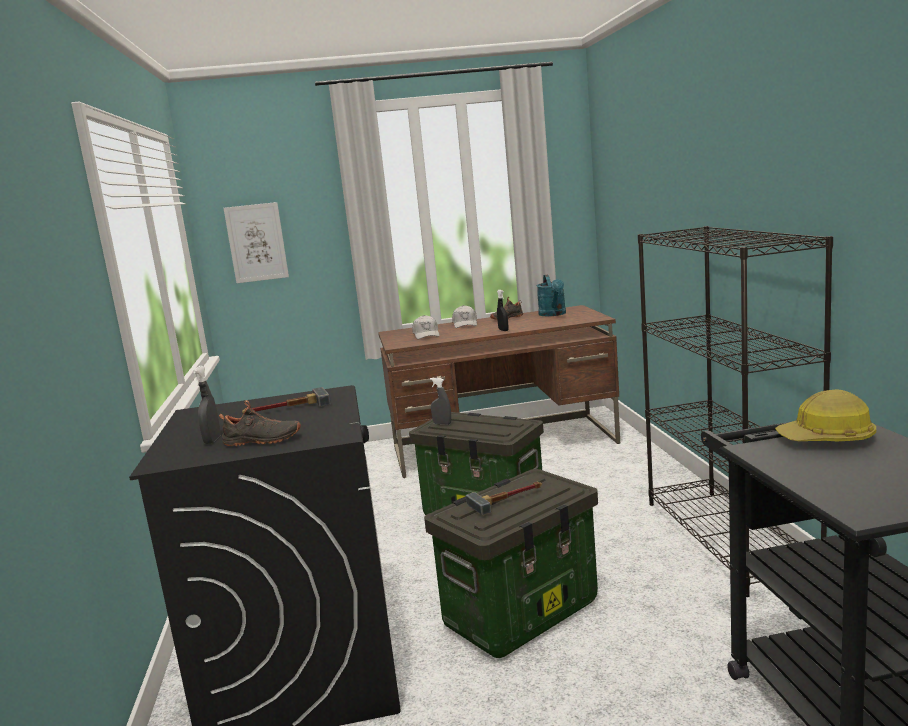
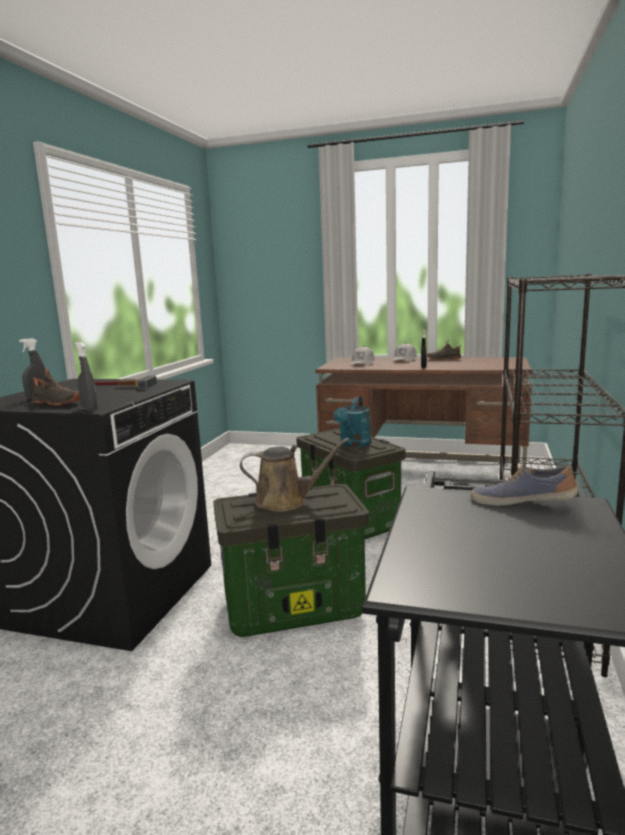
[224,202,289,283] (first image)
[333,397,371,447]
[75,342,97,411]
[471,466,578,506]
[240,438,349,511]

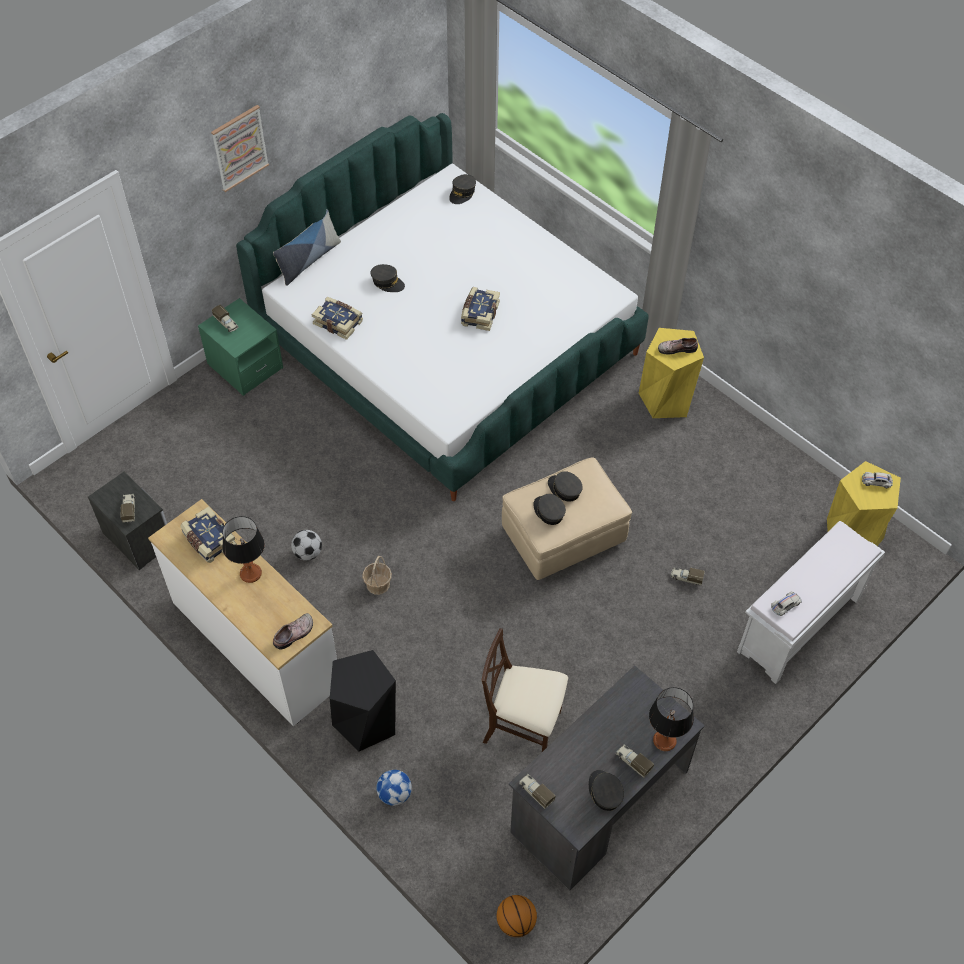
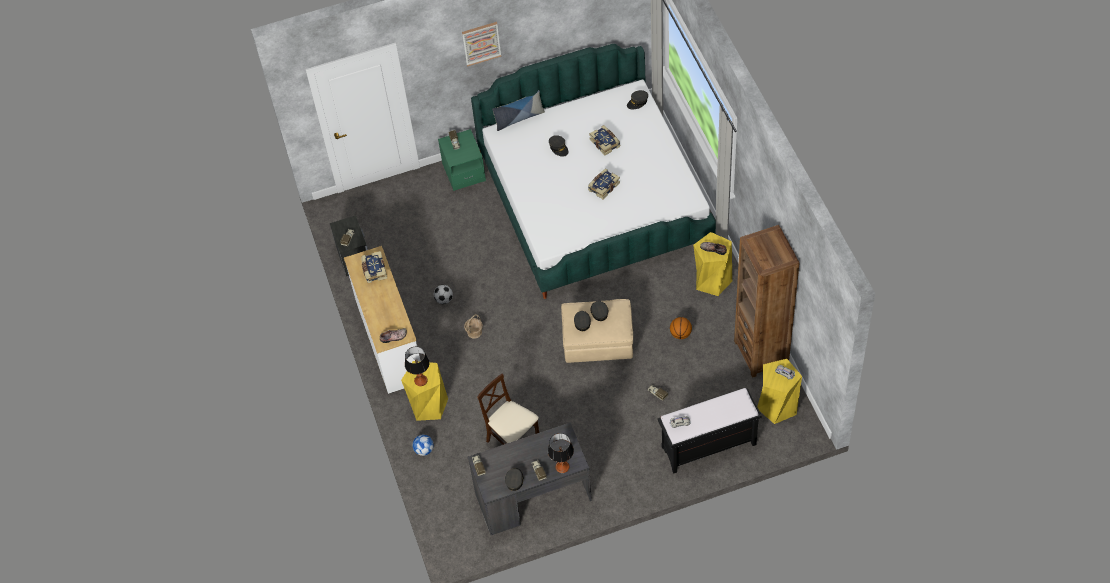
[589,125,620,155]
[405,347,429,386]
[658,388,762,474]
[401,361,448,421]
[670,317,692,339]
[734,225,800,378]

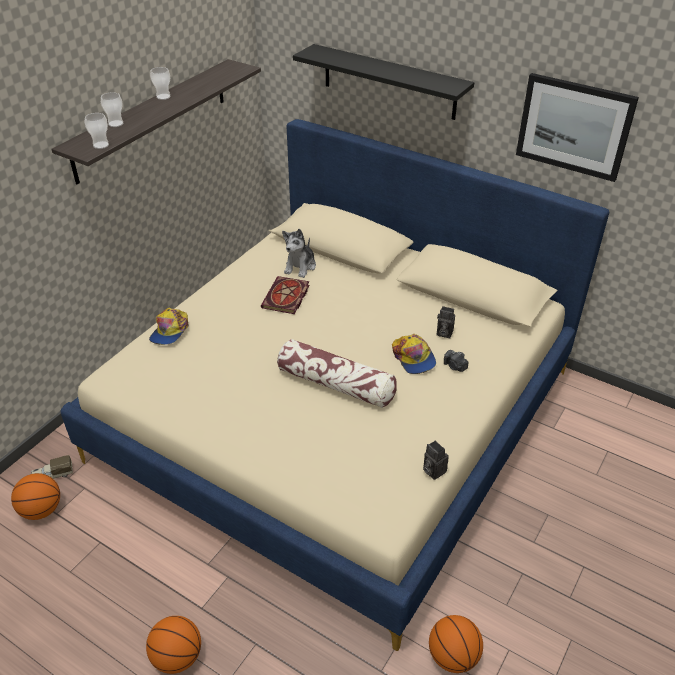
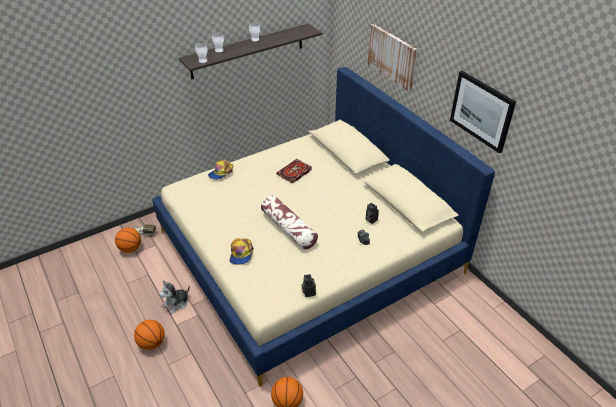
[368,24,417,92]
[159,280,190,314]
[230,238,254,264]

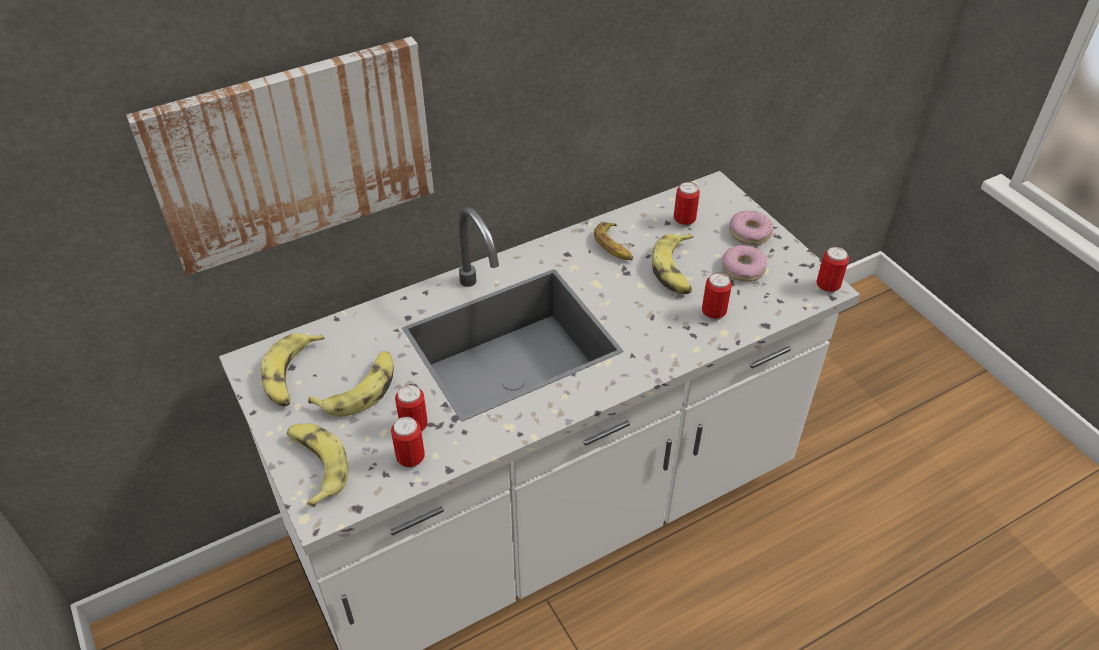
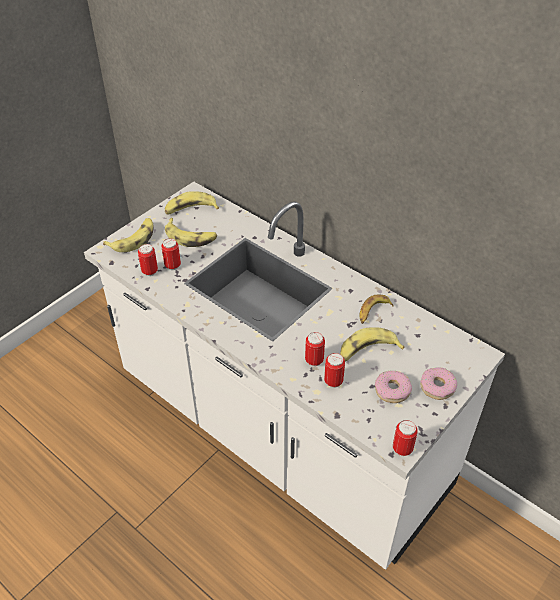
[126,37,434,276] (first image)
[305,332,325,366]

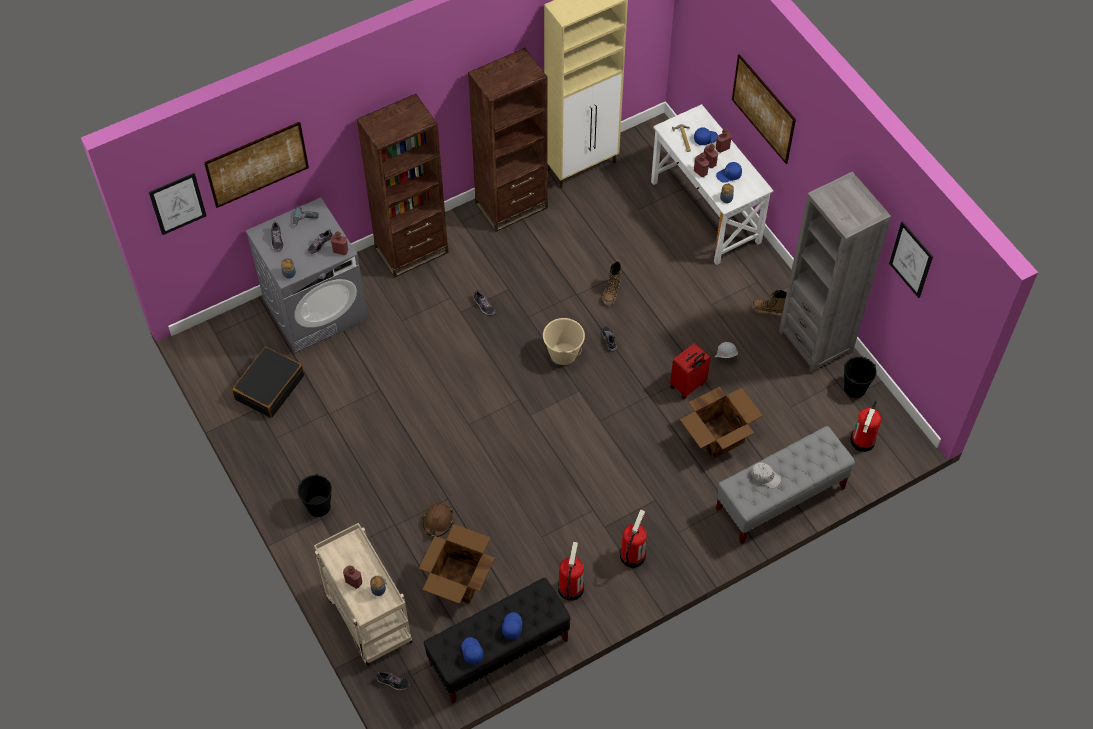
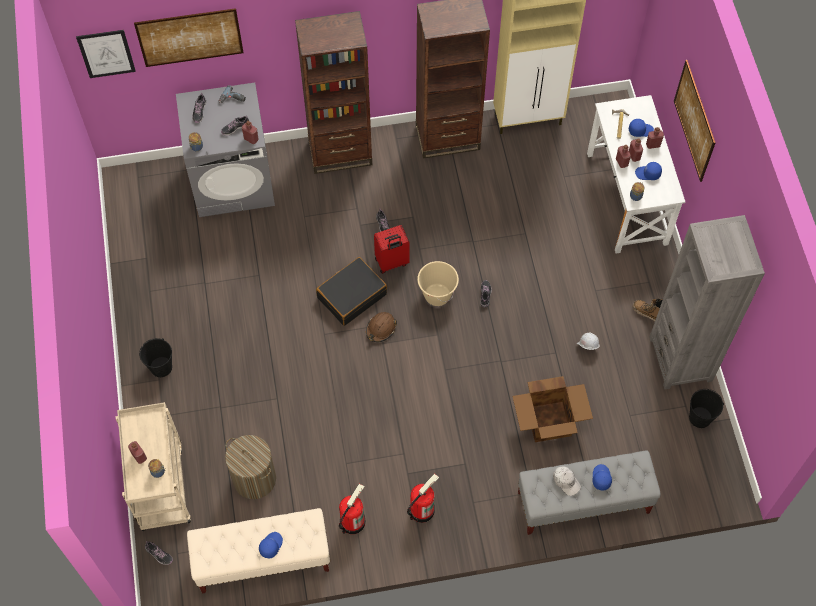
[889,221,933,298] (first image)
[602,260,621,306] (first image)
[374,225,410,274]
[316,257,387,326]
[850,401,881,452] (first image)
[366,312,397,342]
[225,435,276,499]
[187,508,331,594]
[593,464,612,490]

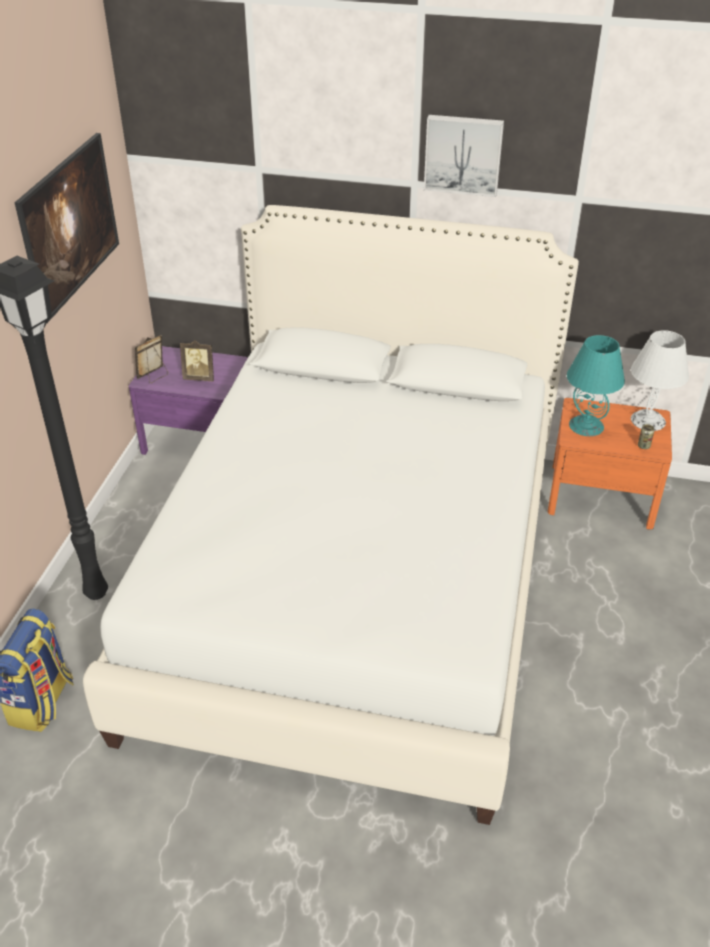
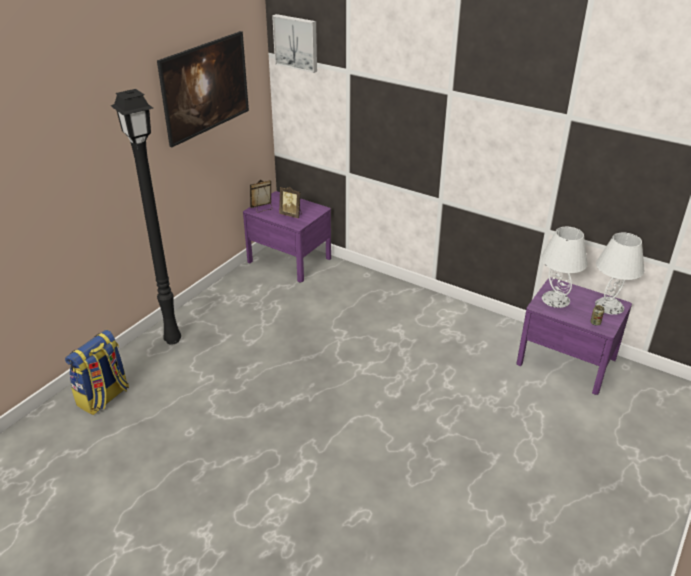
[272,14,317,73]
[83,205,579,825] (first image)
[541,227,588,308]
[517,277,632,395]

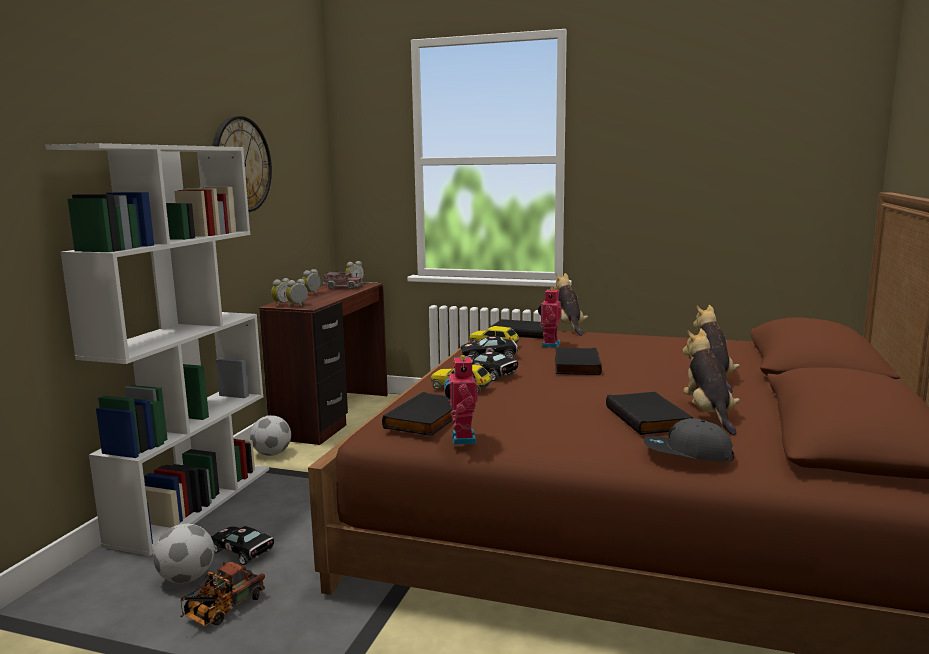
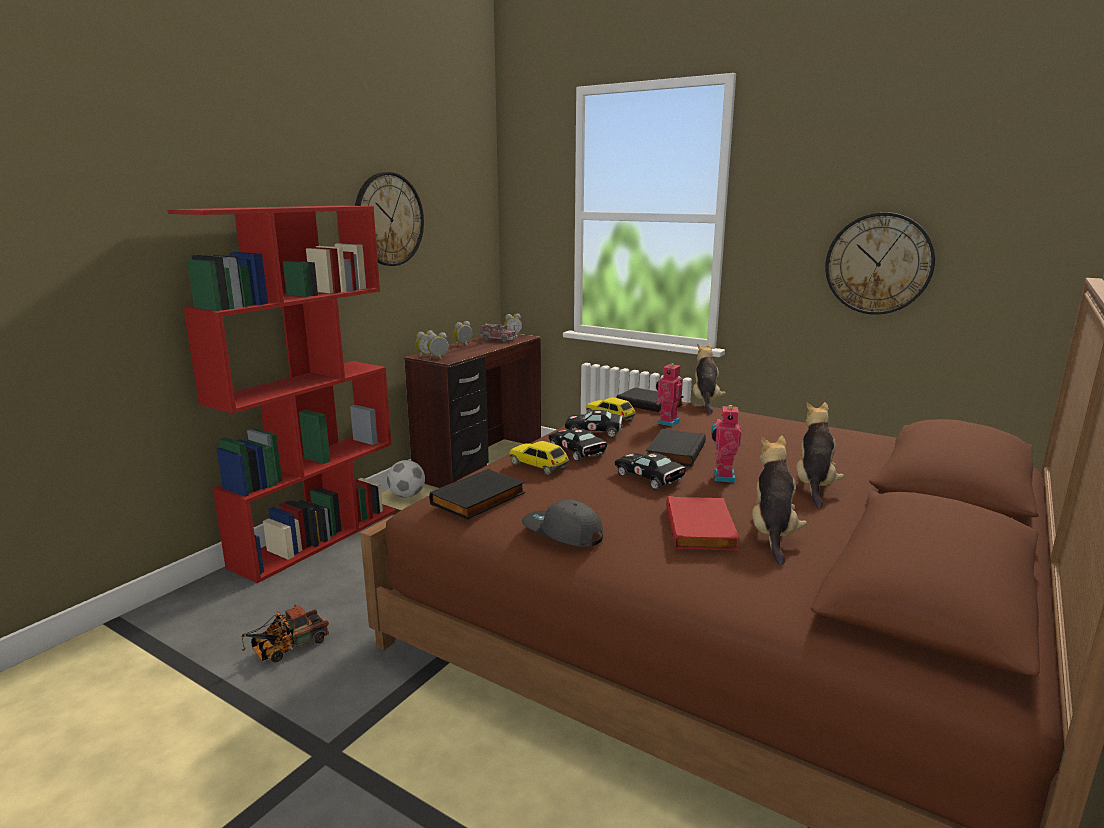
[167,206,397,583]
[711,403,741,483]
[666,496,739,551]
[522,500,603,547]
[153,524,214,583] (first image)
[615,452,686,490]
[825,212,935,315]

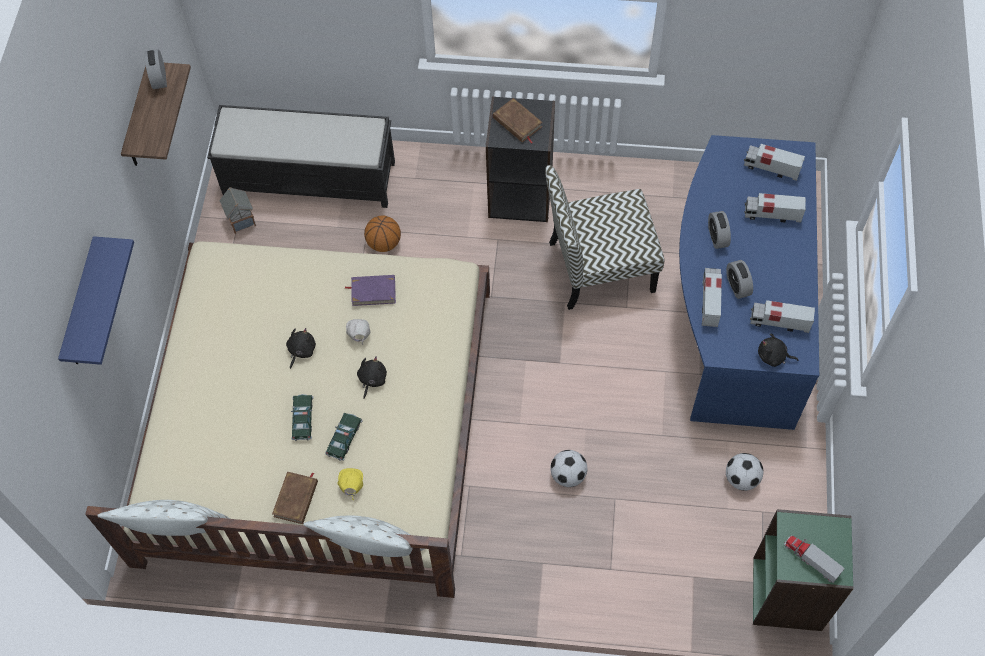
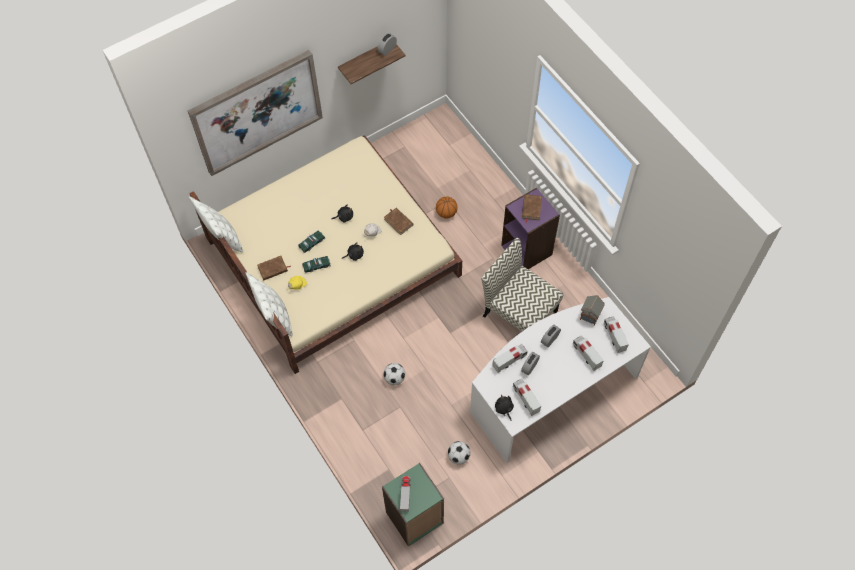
[501,188,560,269]
[207,105,395,208] (first image)
[470,297,651,463]
[580,295,605,326]
[188,50,323,176]
[384,208,413,235]

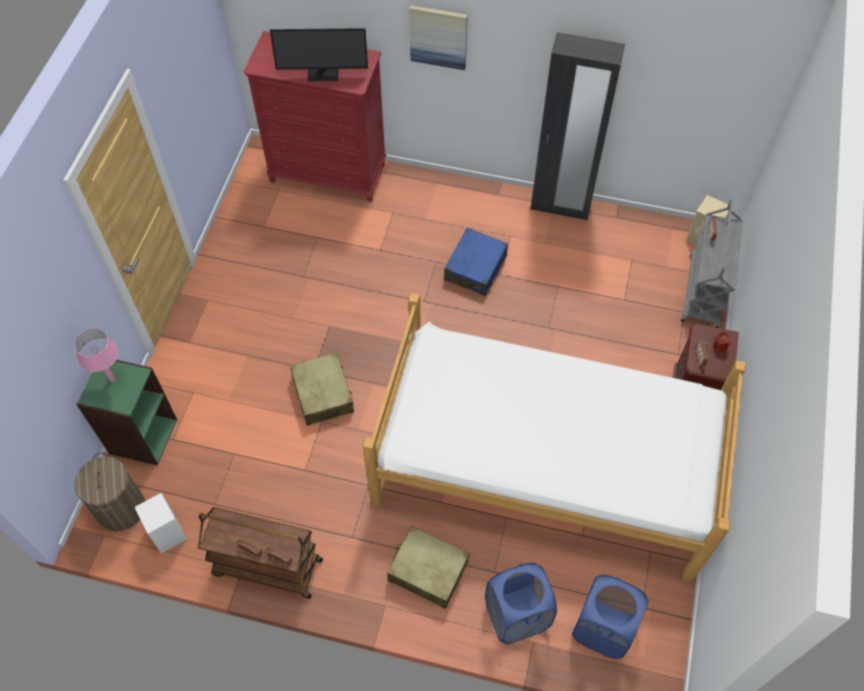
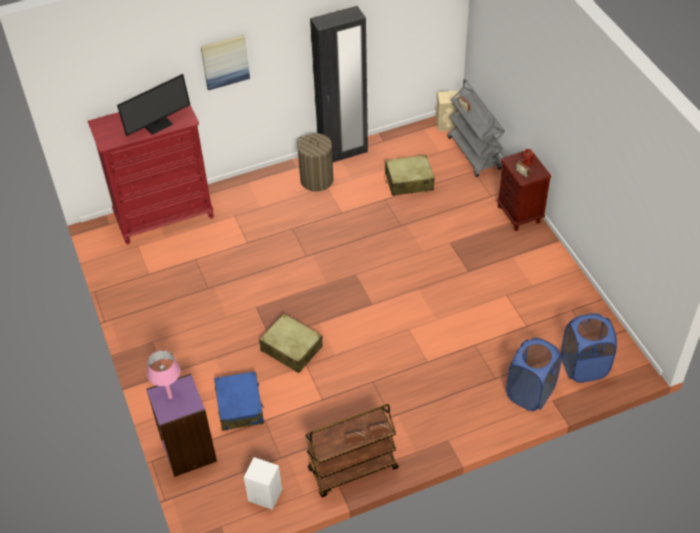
[214,371,264,431]
[363,293,746,582] (first image)
[146,374,217,477]
[297,133,333,192]
[384,155,435,196]

